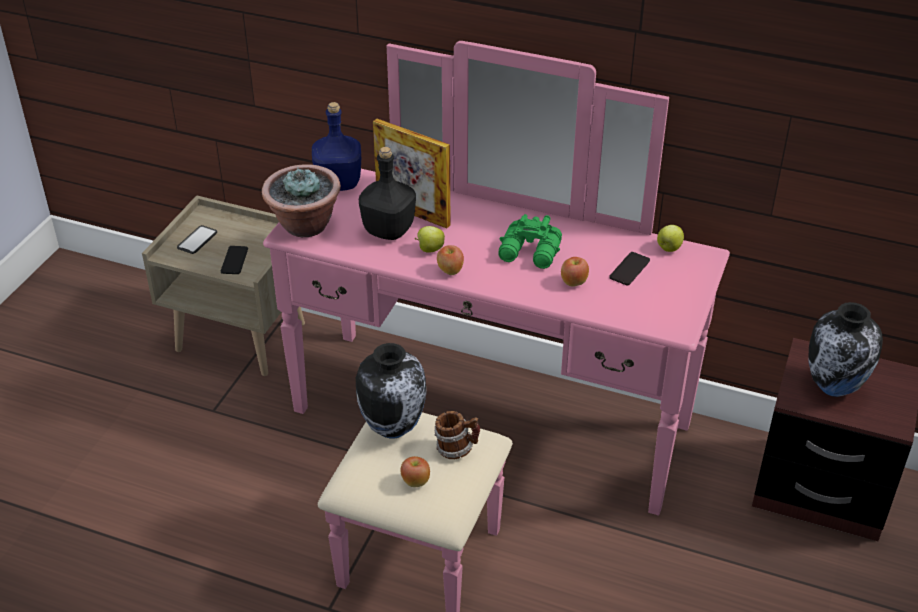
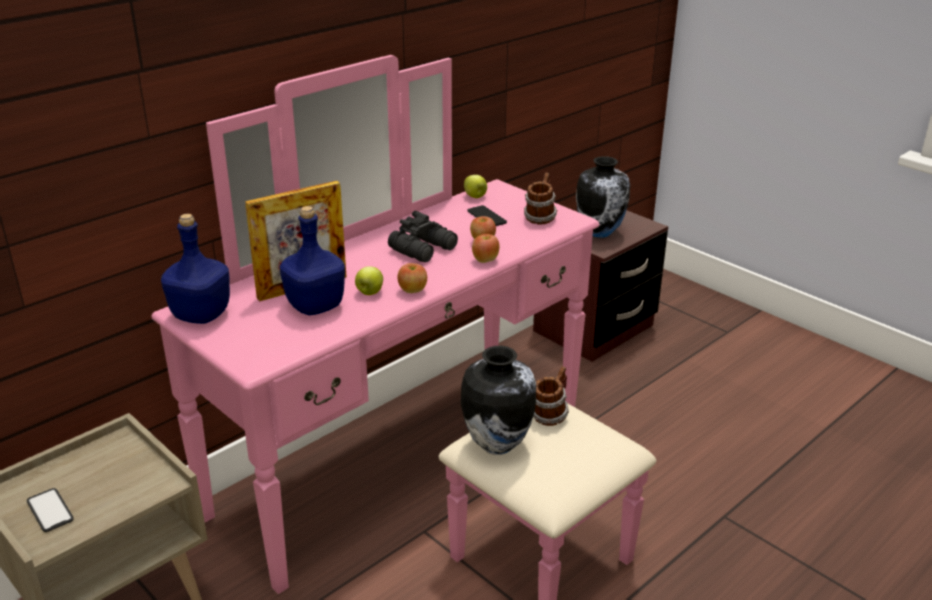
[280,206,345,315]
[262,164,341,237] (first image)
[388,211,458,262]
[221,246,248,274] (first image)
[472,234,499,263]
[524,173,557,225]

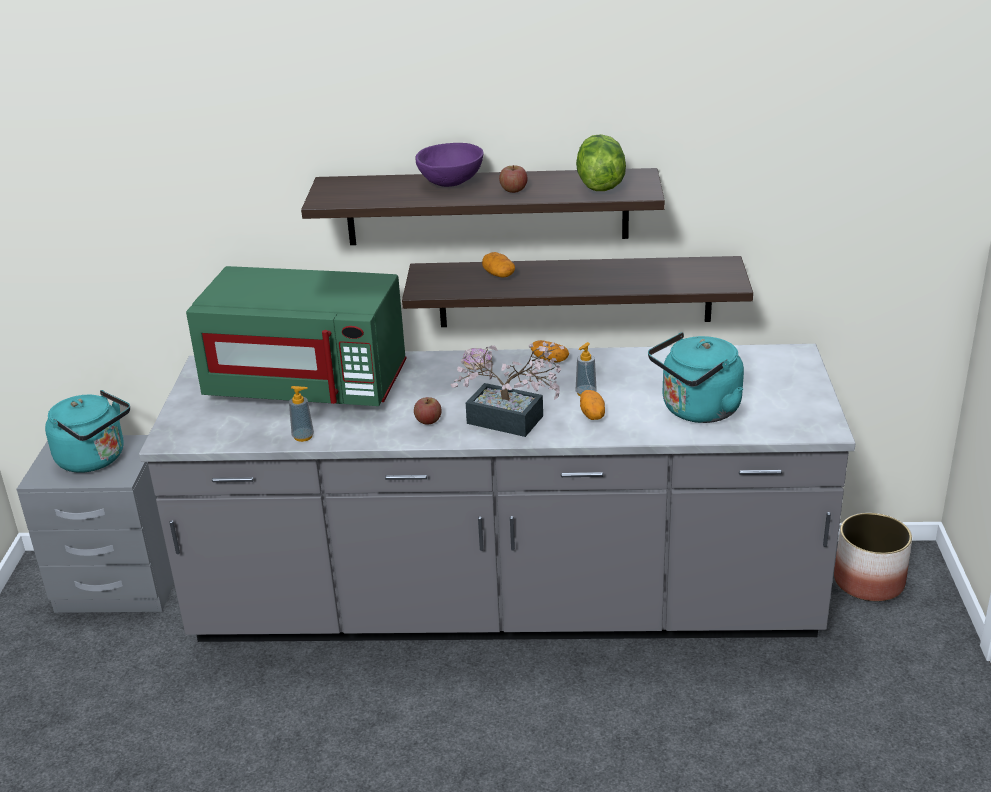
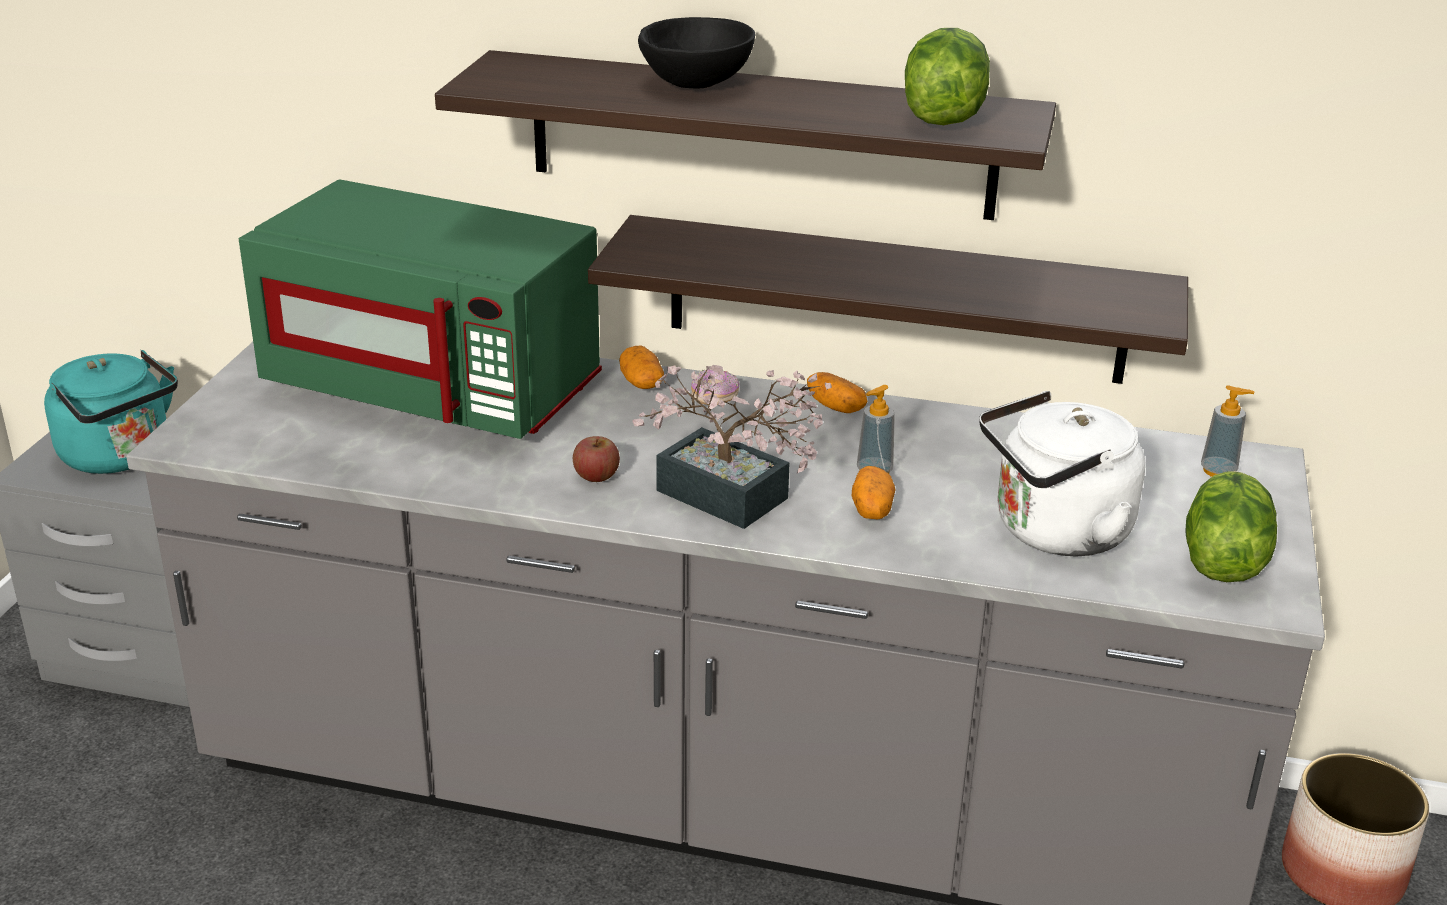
[638,17,755,88]
[499,165,528,193] (first image)
[619,346,664,389]
[979,391,1145,556]
[1201,385,1254,477]
[1185,471,1277,582]

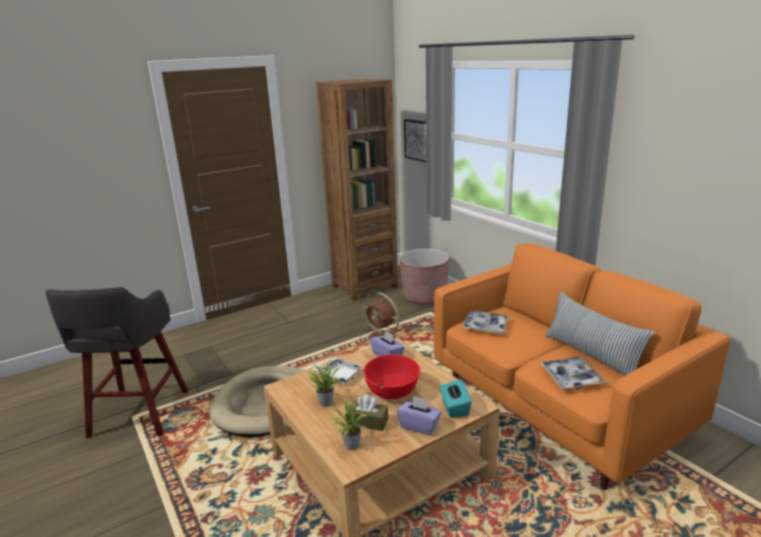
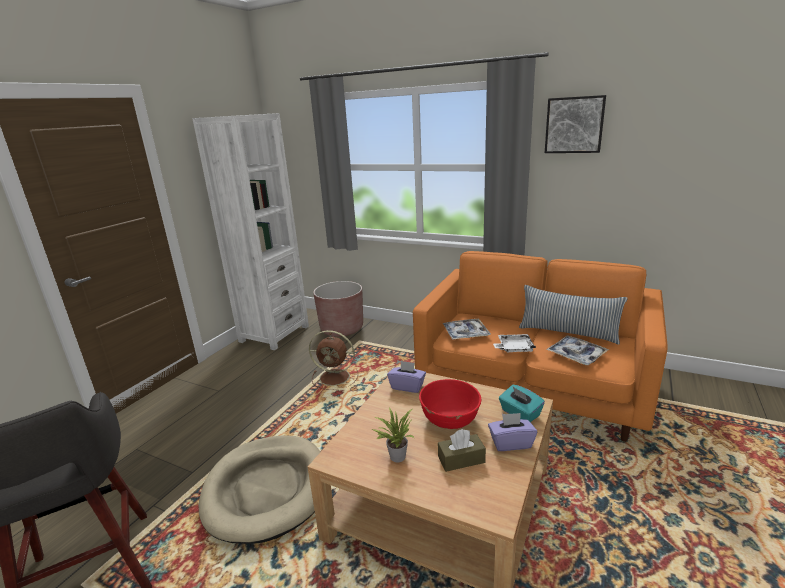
[193,113,309,350]
[545,95,606,153]
[494,334,536,352]
[330,396,366,450] (first image)

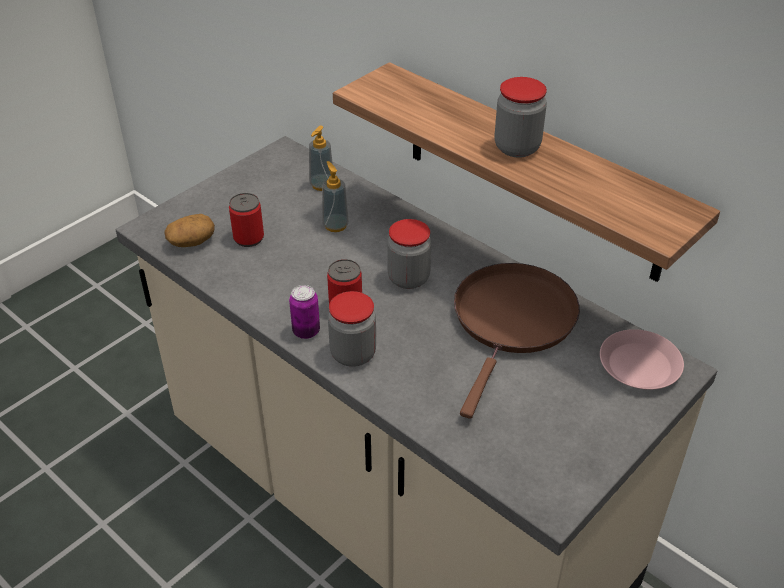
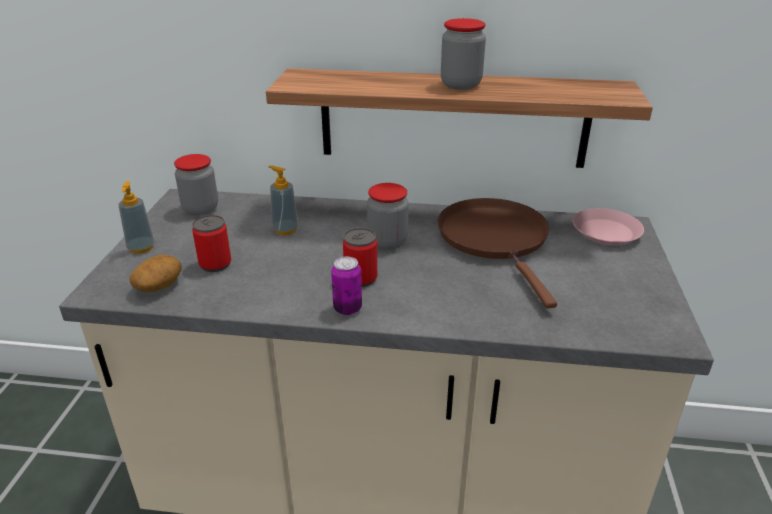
[118,181,155,254]
[174,154,218,215]

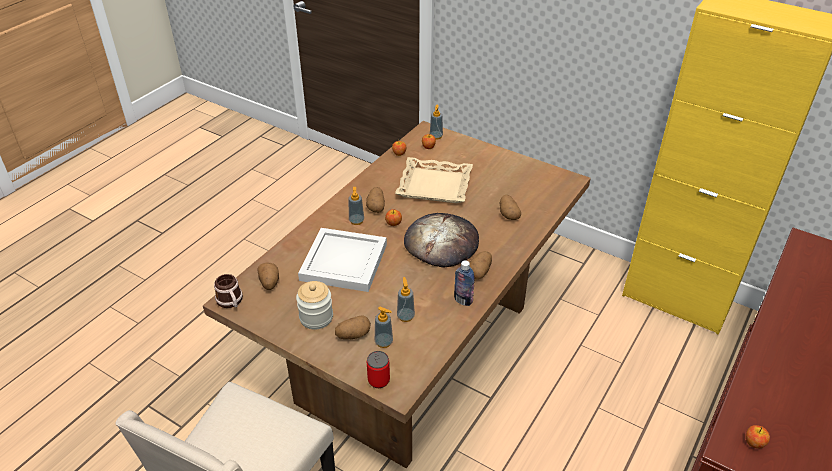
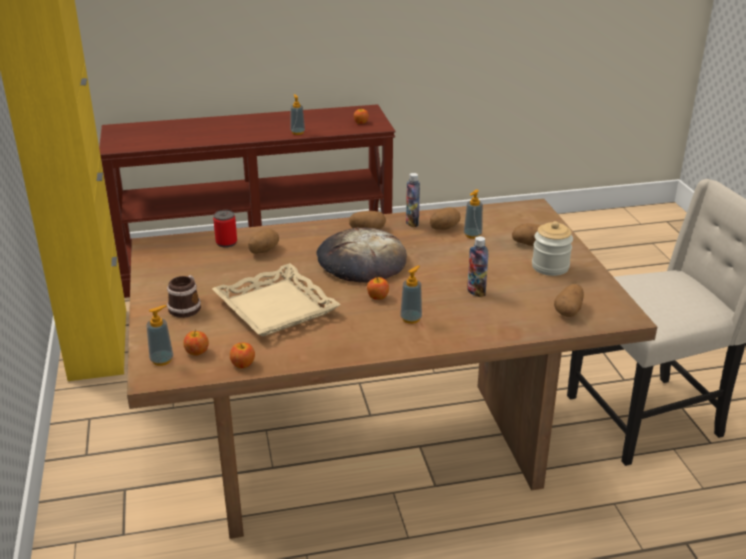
[430,207,461,230]
[467,236,489,297]
[167,275,201,318]
[291,94,305,135]
[213,210,237,248]

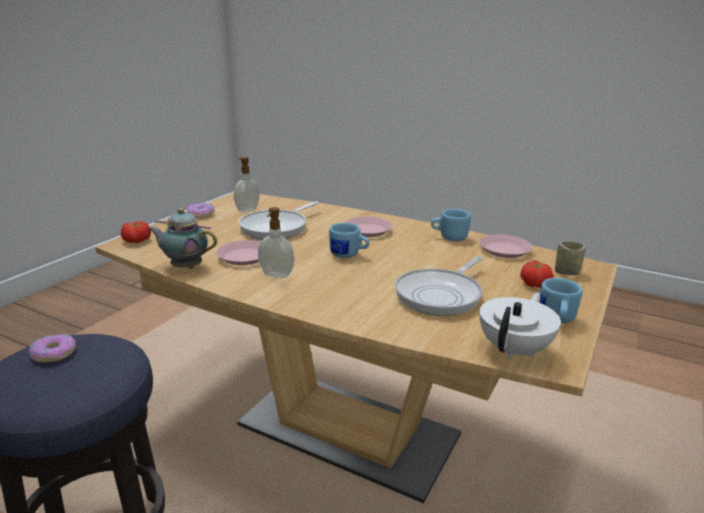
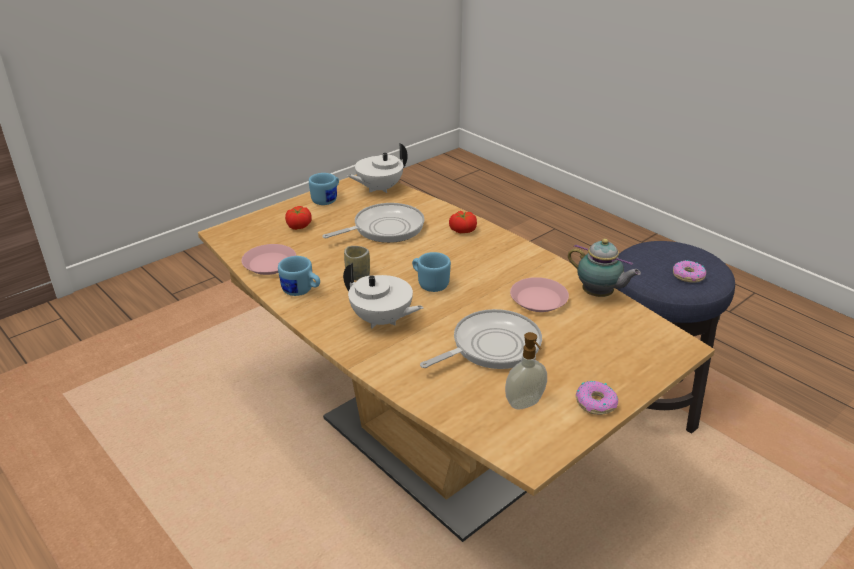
[258,207,295,278] (first image)
[343,263,424,328]
[449,211,477,233]
[344,246,370,281]

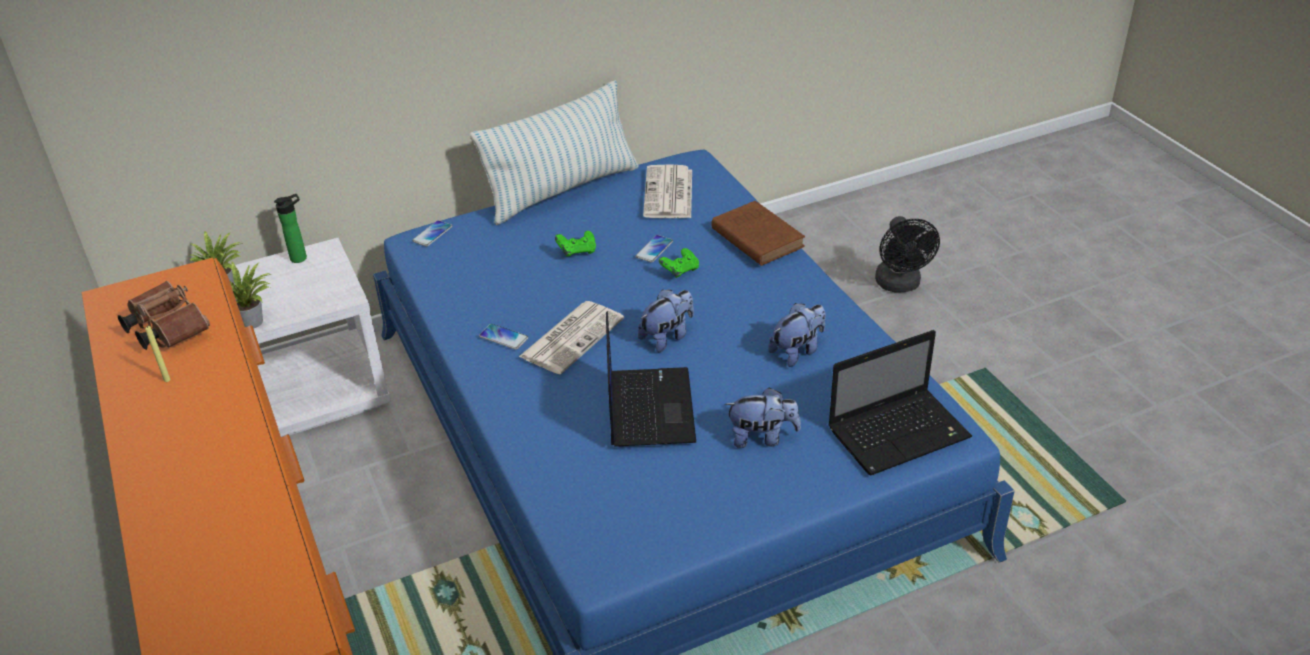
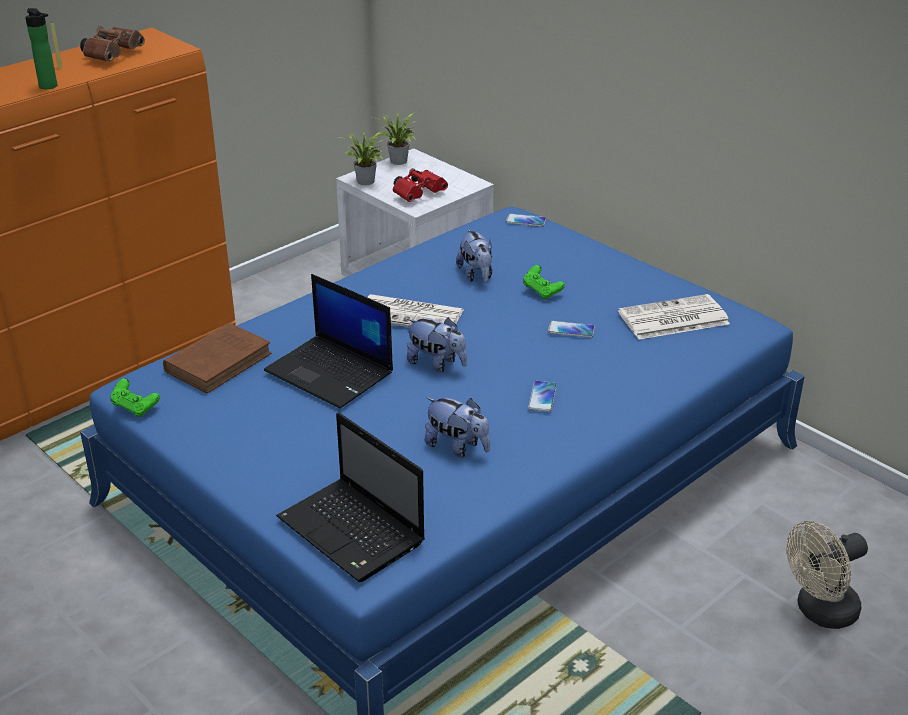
[470,80,639,225] (first image)
[25,8,57,89]
[163,323,272,393]
[787,521,868,629]
[110,378,160,417]
[264,274,393,408]
[528,381,557,412]
[456,229,492,283]
[393,168,448,202]

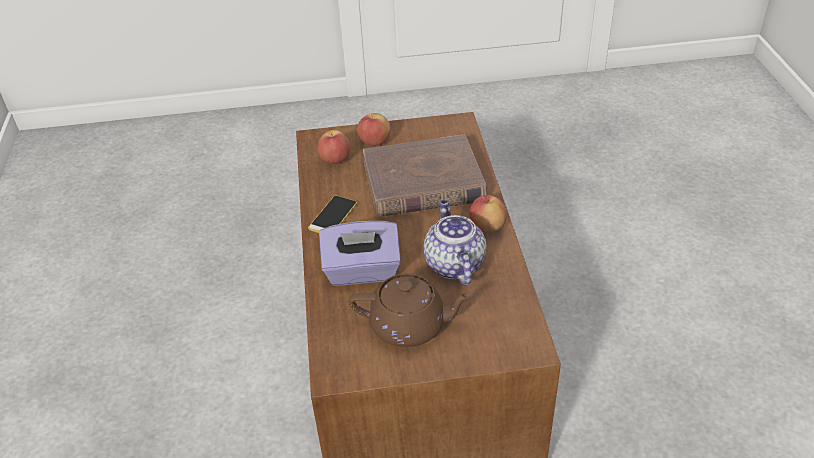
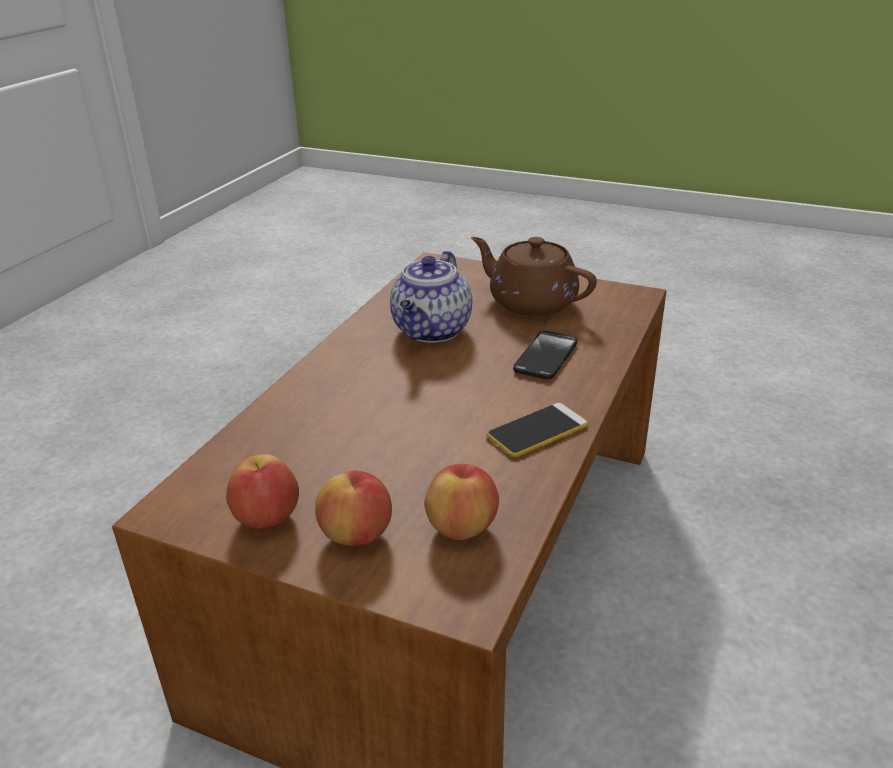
[363,135,487,217] (first image)
[226,454,299,529]
[513,331,577,379]

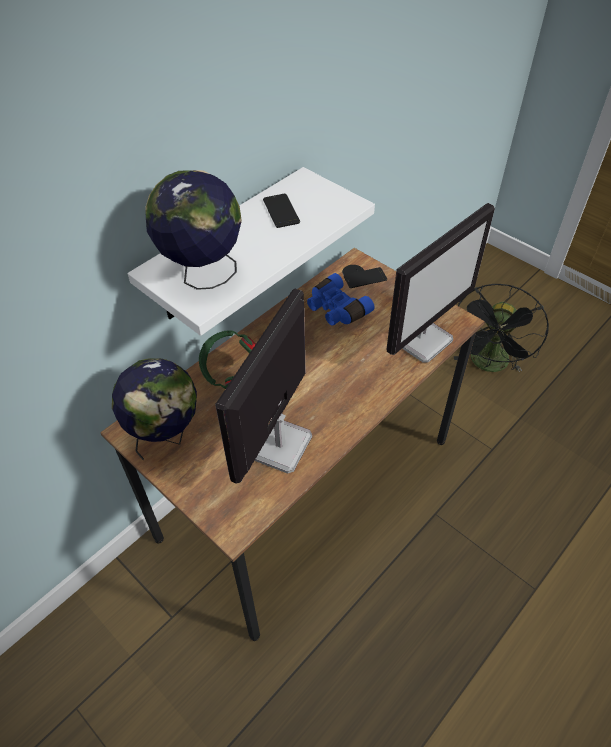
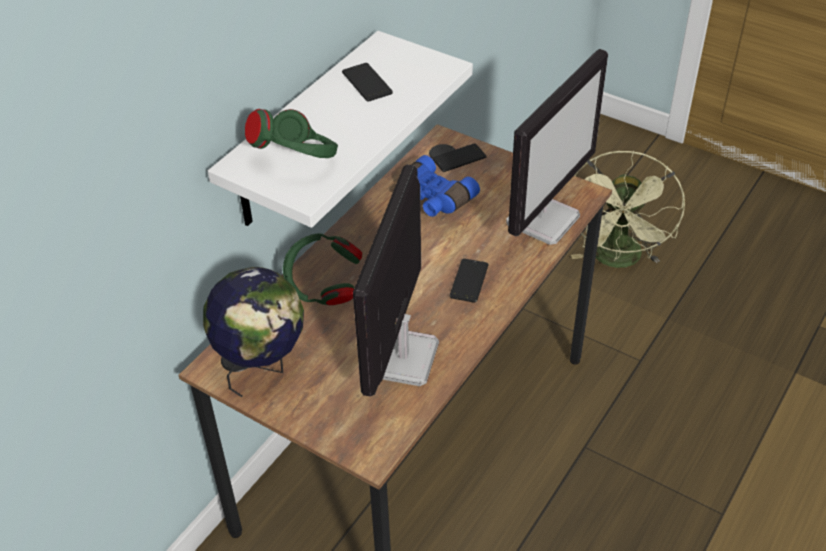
[245,109,338,158]
[571,151,685,268]
[450,259,488,303]

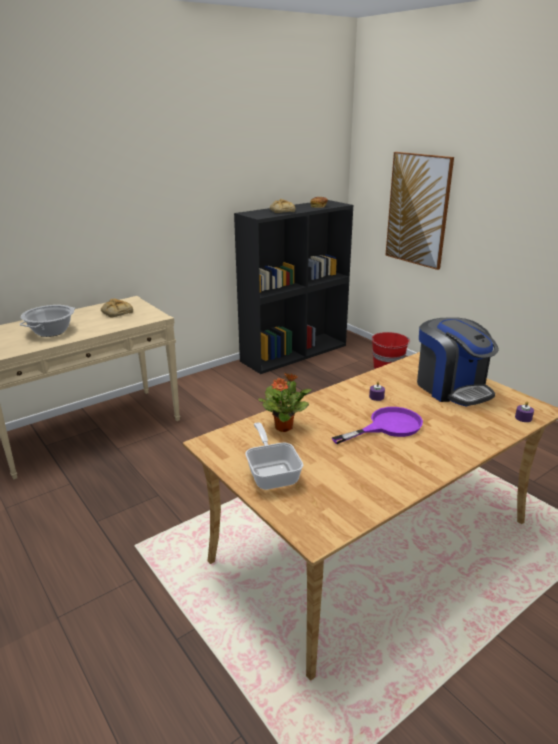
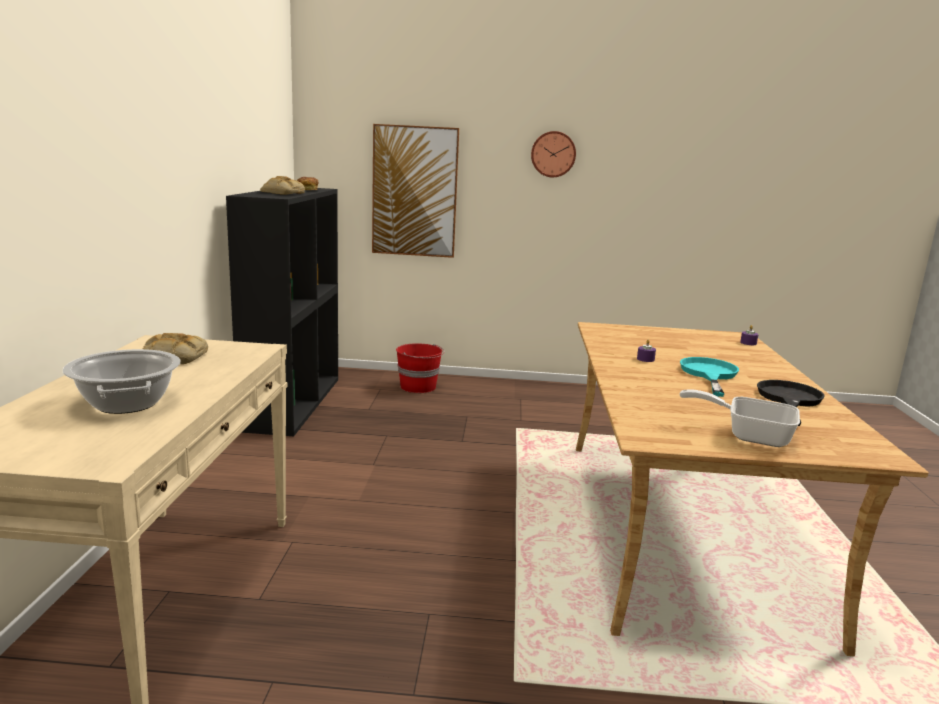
[417,317,499,406] (first image)
[258,373,311,432] (first image)
[680,357,739,397]
[531,131,576,177]
[757,380,825,426]

